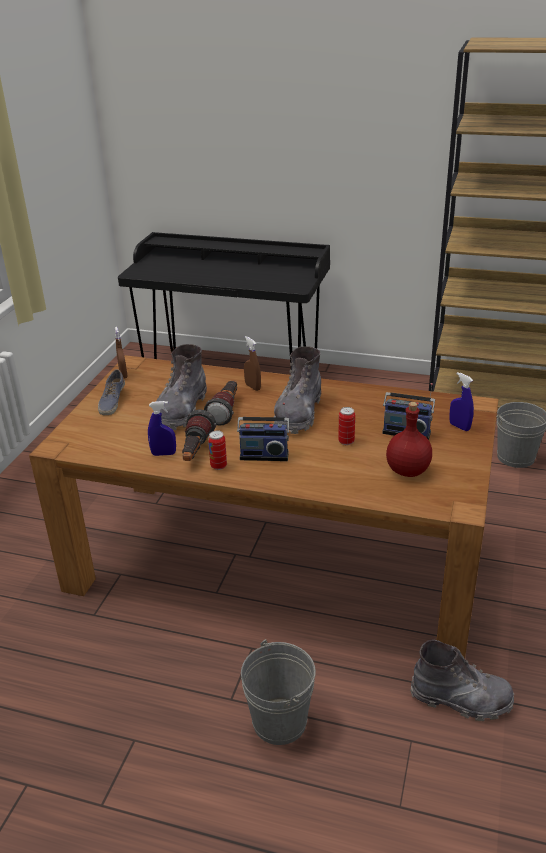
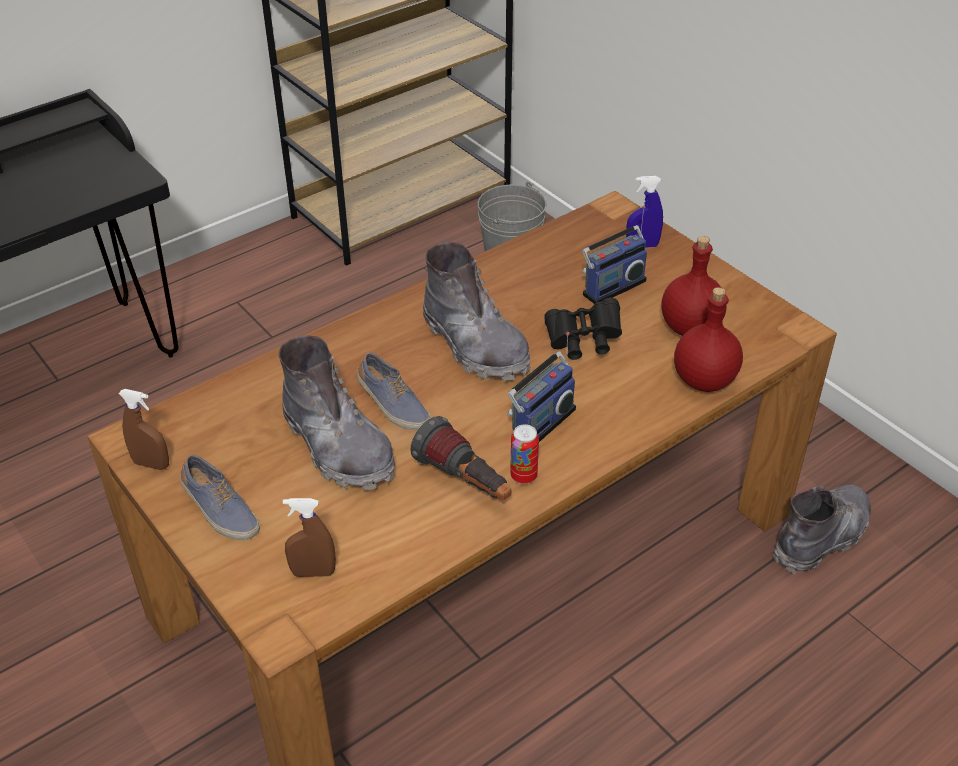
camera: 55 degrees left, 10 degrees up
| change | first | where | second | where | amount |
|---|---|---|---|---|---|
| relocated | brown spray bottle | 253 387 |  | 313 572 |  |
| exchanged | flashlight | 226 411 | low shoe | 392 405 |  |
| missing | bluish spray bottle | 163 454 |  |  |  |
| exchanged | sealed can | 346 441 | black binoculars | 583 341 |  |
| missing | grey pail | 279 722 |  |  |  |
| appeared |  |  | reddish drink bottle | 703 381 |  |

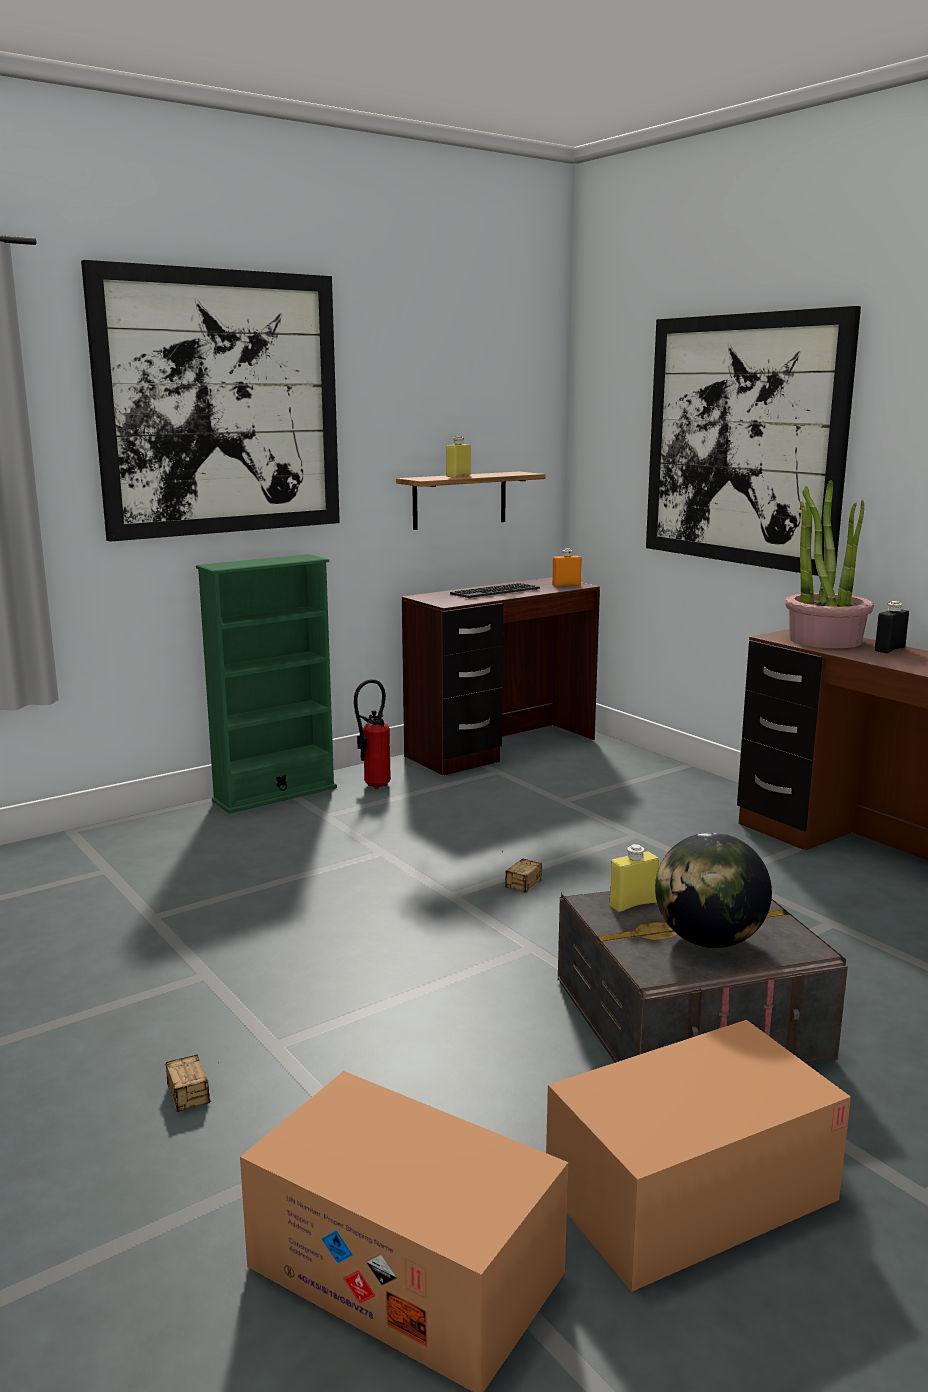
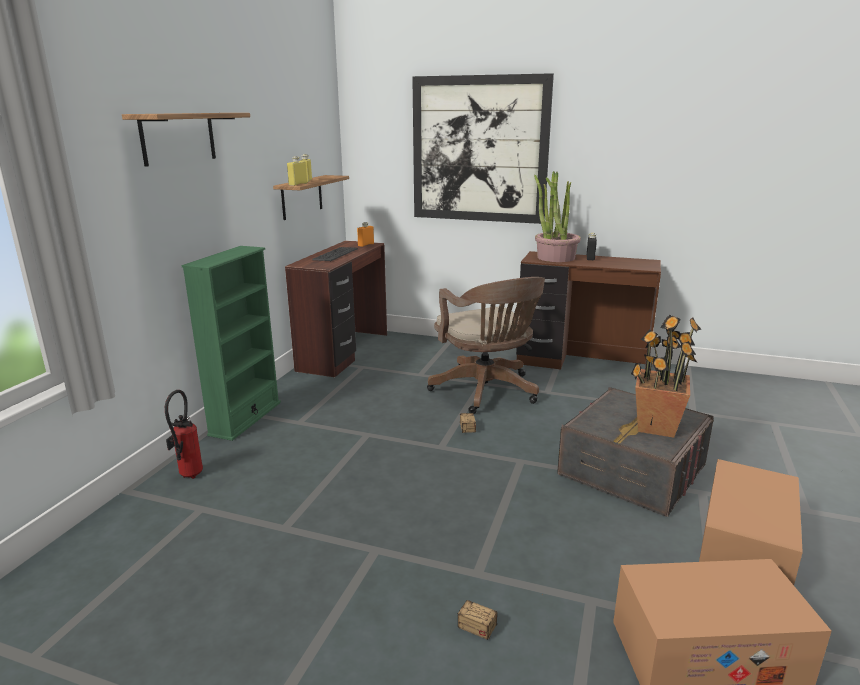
camera: 35 degrees left, 5 degrees up
| change | first | where | second | where | amount |
|---|---|---|---|---|---|
| exchanged | wall picture | 220 404 | shelf | 178 138 |  |
| relocated | extinguisher | 372 786 |  | 188 476 |  |
| exchanged | desk globe | 709 940 | plant in a pot | 656 426 |  |
| relocated | yellowish drink bottle | 633 904 |  | 298 184 |  |
| appeared |  |  | brown office chair | 487 392 |  |

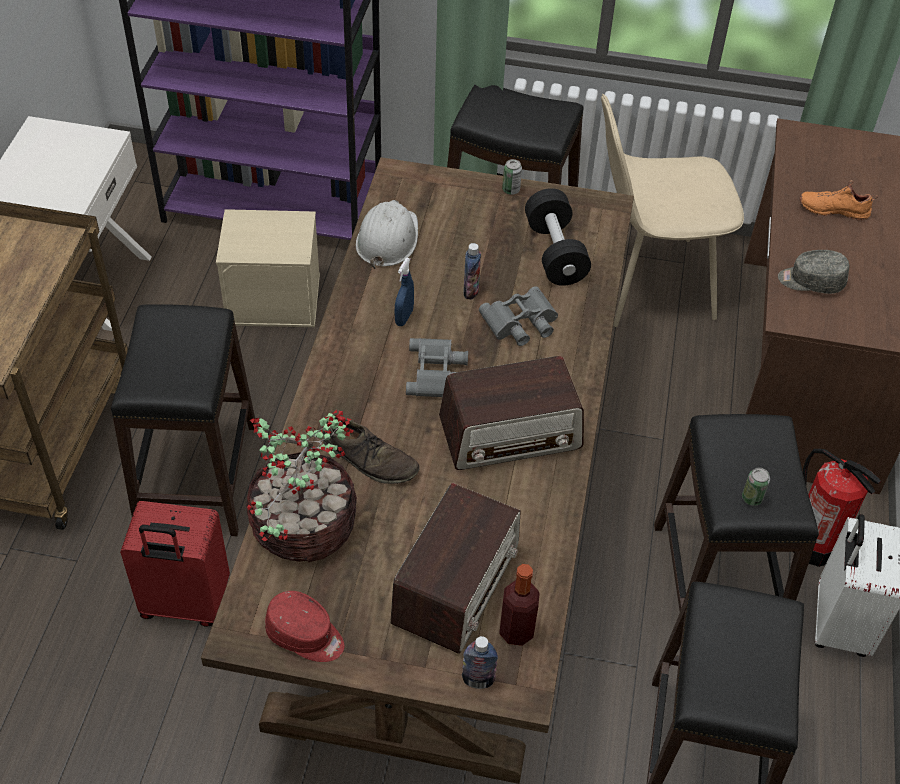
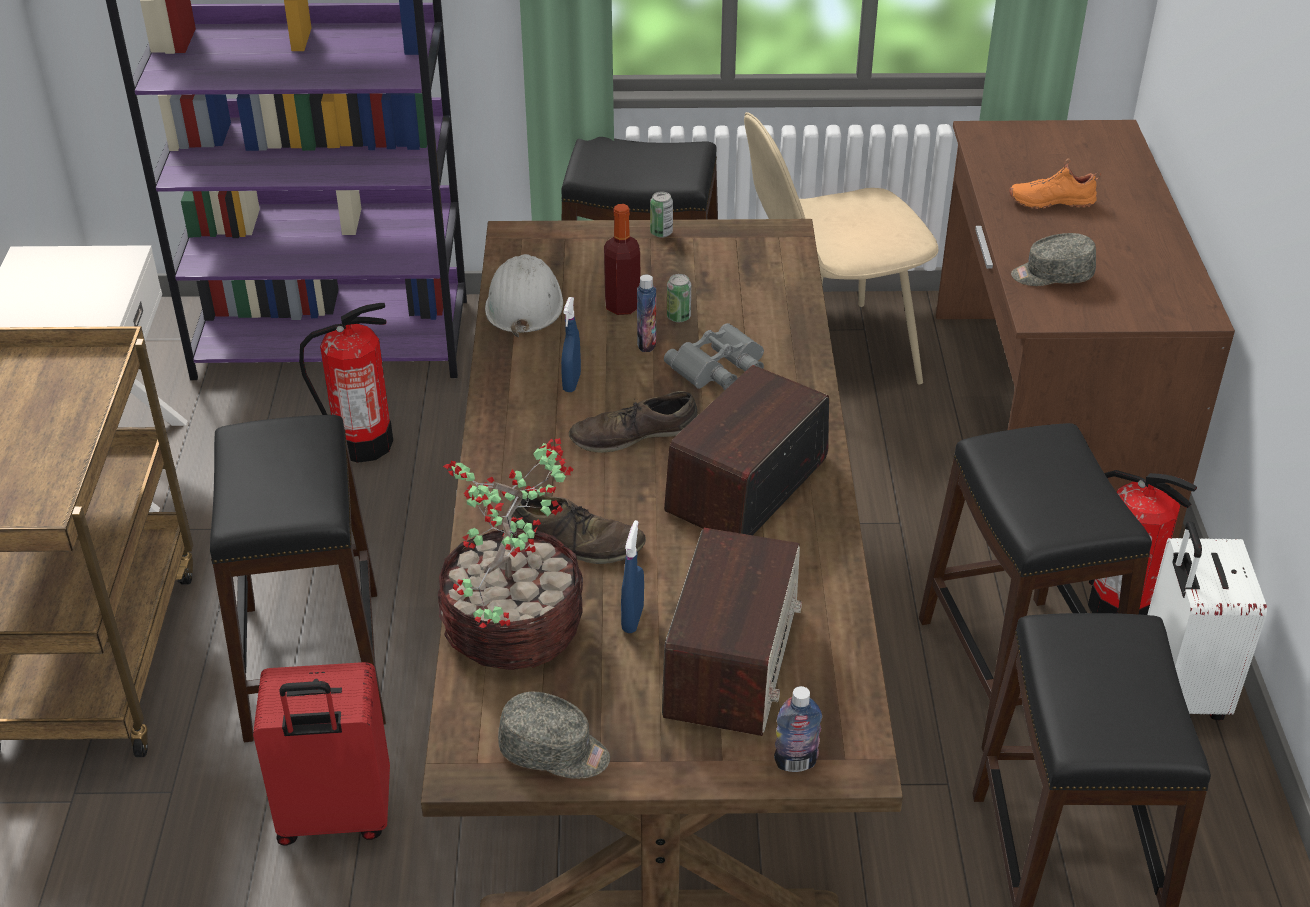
camera: 10 degrees left, 10 degrees down
| change | first | where | second | where | amount |
|---|---|---|---|---|---|
| missing | black hand weight | 555 253 |  |  |  |
| exchanged | beige-coloured storage container | 274 298 | extinguisher | 363 443 |  |
| exchanged | grey binoculars | 438 372 | brown low shoe | 633 434 |  |
| spun | radio set | 511 433 |  | 746 485 | 150 degrees clockwise |
| relocated | sealed can | 752 498 |  | 678 317 |  |
| relocated | drink bottle | 516 631 |  | 622 306 |  |
| colour | reddish peaked cap | 306 635 | grey peaked cap | 554 752 |  |
| appeared |  |  | bluish spray bottle | 632 619 |  |

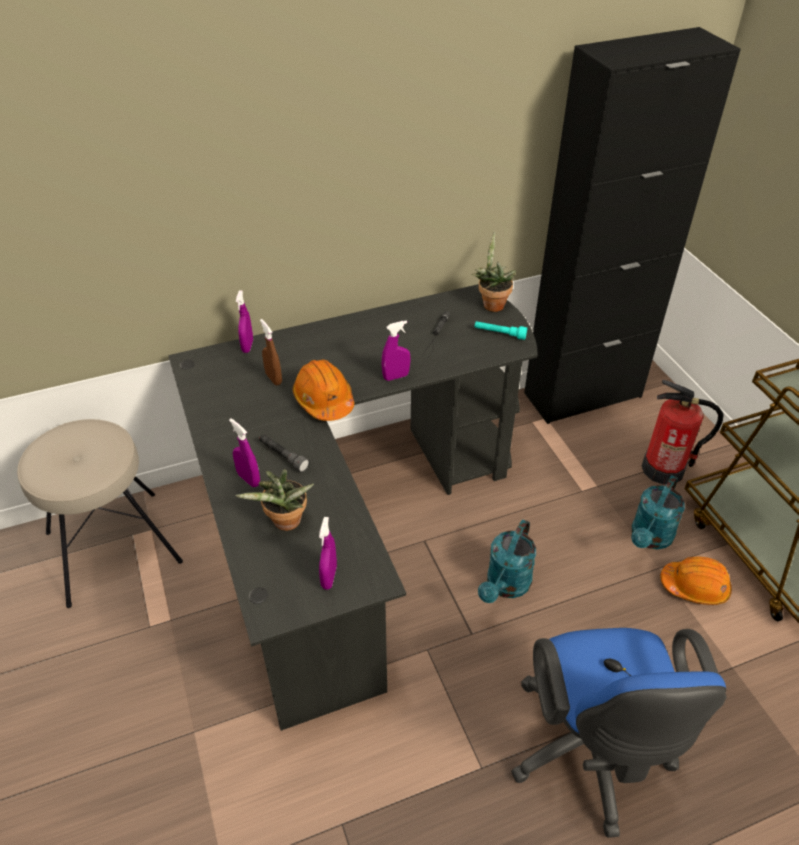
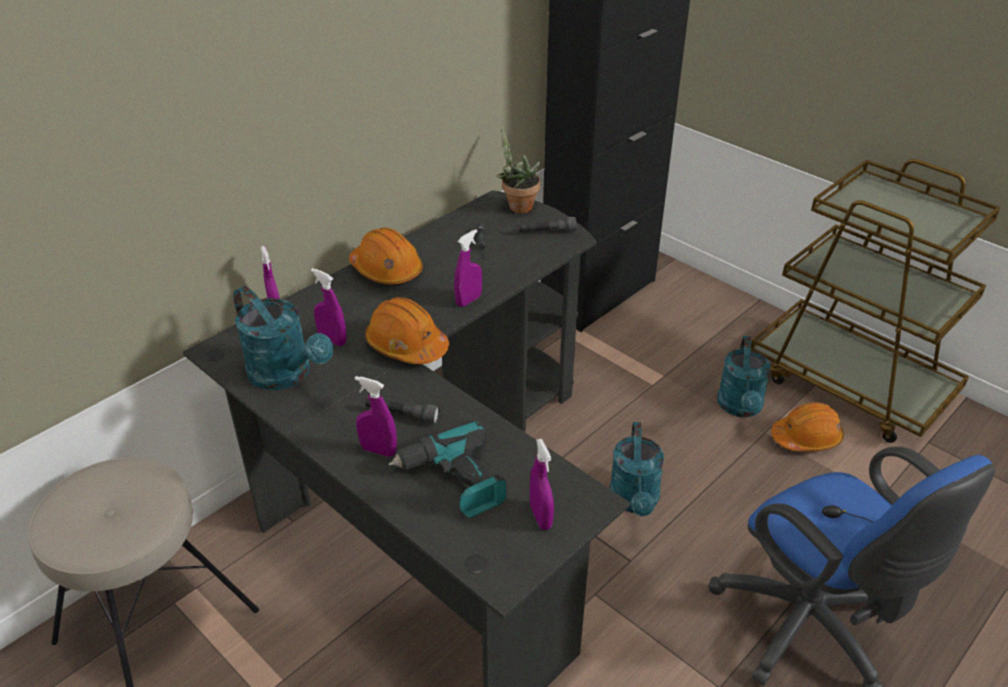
camera: 25 degrees left, 5 degrees down
| change | first | where | second | where | amount |
|---|---|---|---|---|---|
| colour | brown spray bottle | 273 378 | purple-coloured spray bottle | 332 340 |  |
| colour | blue-green flashlight | 499 334 | grey flashlight | 546 232 |  |
| missing | extinguisher | 664 469 |  |  |  |
| exchanged | plant in a pot | 285 524 | power drill | 454 481 |  |
| appeared |  |  | orange safety helmet | 386 270 |  |
| appeared |  |  | blue-green watering can | 287 375 |  |

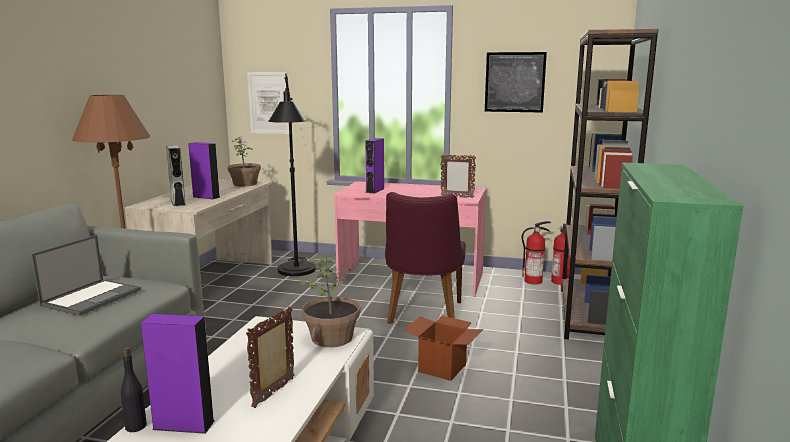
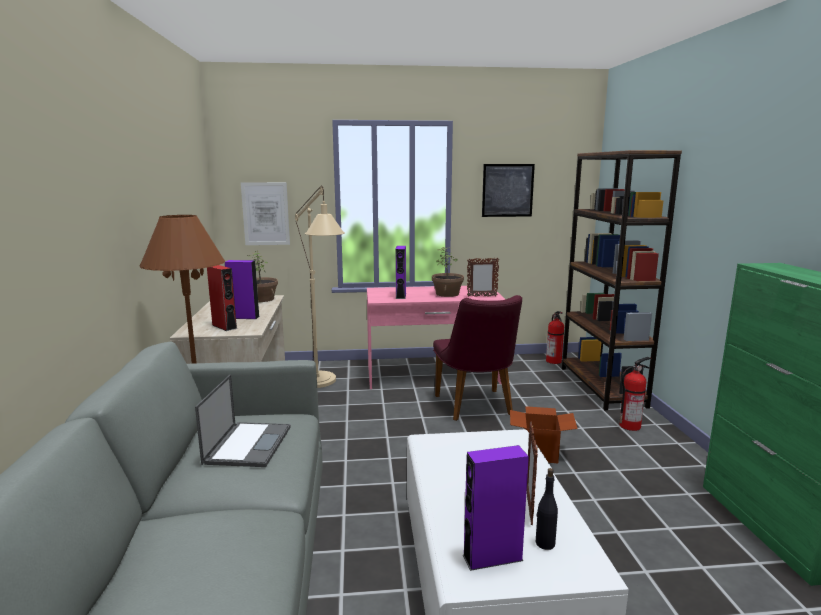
camera: 20 degrees left, 0 degrees up
| change | first | where | second | where | amount |
|---|---|---|---|---|---|
| colour | black standard lamp | 296 273 | beige-coloured standard lamp | 320 384 |  |
| colour | grey audio speaker | 178 203 | reddish audio speaker | 224 326 |  |
| relocated | extinguisher | 533 281 |  | 630 425 |  |
| relocated | plant in a pot | 332 338 |  | 447 294 |  |
| relocated | black drink bottle | 136 426 |  | 545 543 |  |

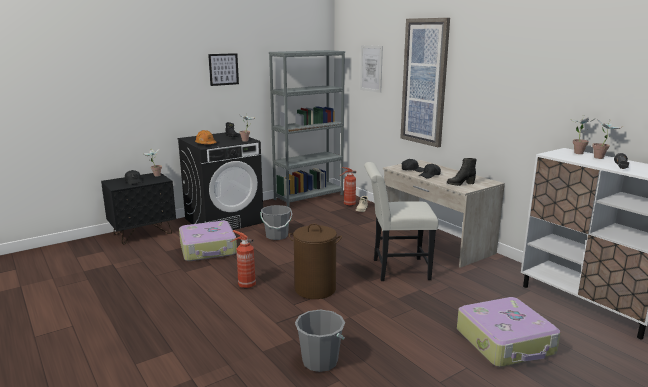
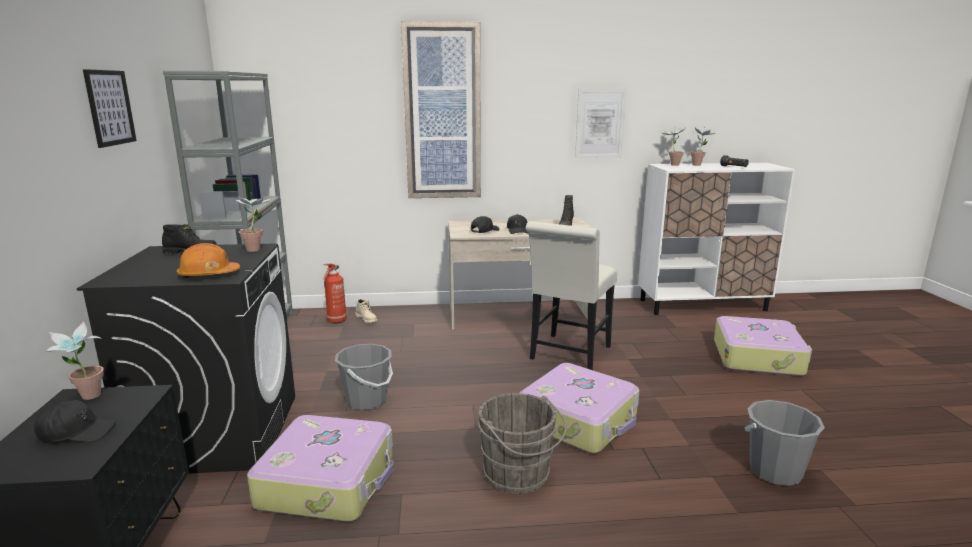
camera: 60 degrees left, 0 degrees up
| change | first | where | second | where | amount |
|---|---|---|---|---|---|
| relocated | wall picture | 371 68 |  | 600 123 |  |
| exchanged | brown washing basket | 315 289 | piece of luggage | 579 420 |  |
| exchanged | extinguisher | 245 285 | grey pail | 519 475 |  |

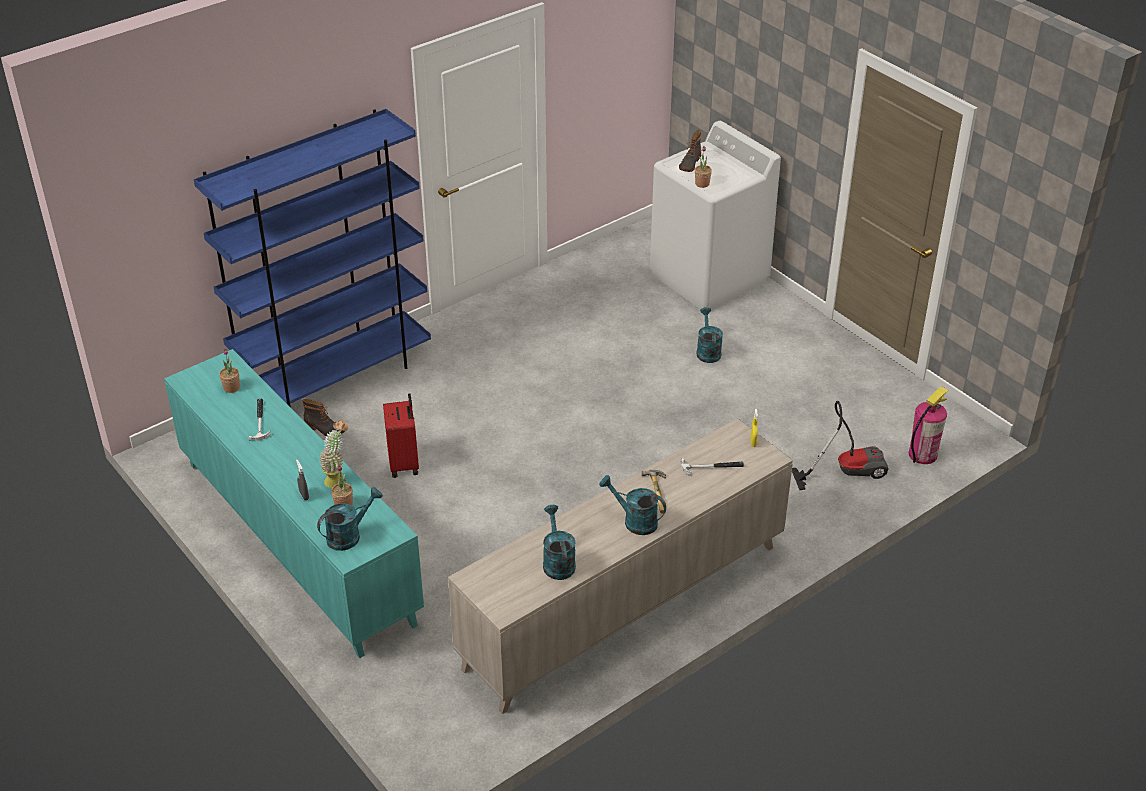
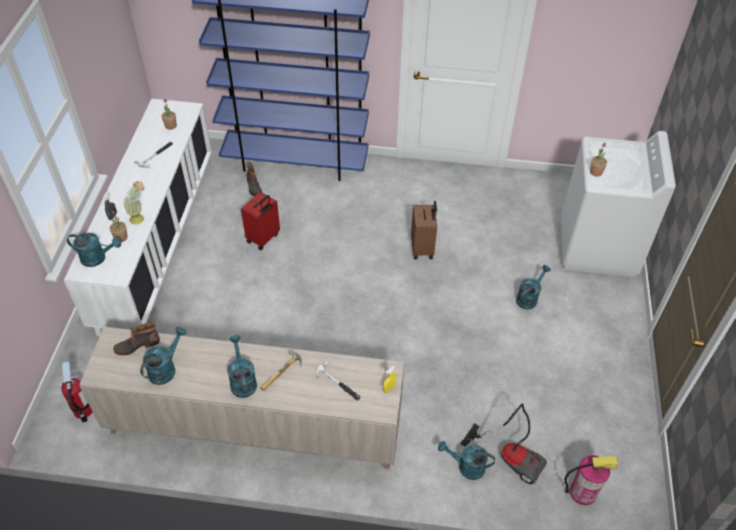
camera: 45 degrees right, 10 degrees up
| change | first | where | second | where | amount |
|---|---|---|---|---|---|
| relocated | high-top boot | 689 163 |  | 137 345 |  |
| colour | blue-green cabinet | 297 542 | white cabinet | 157 243 |  |
| appeared |  |  | brown piece of luggage | 423 248 |  |
| appeared |  |  | extinguisher | 83 410 |  |
| appeared |  |  | blue-green watering can | 466 467 |  |

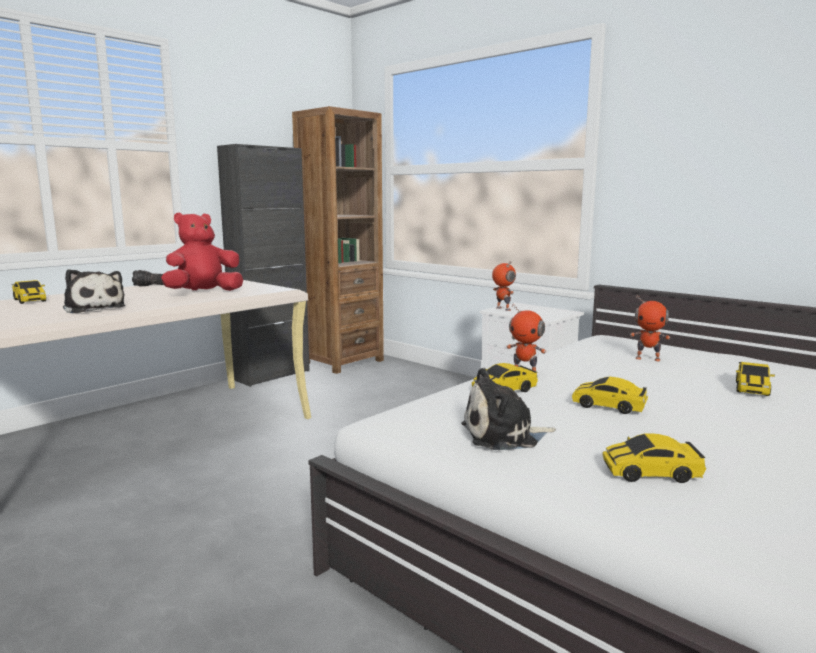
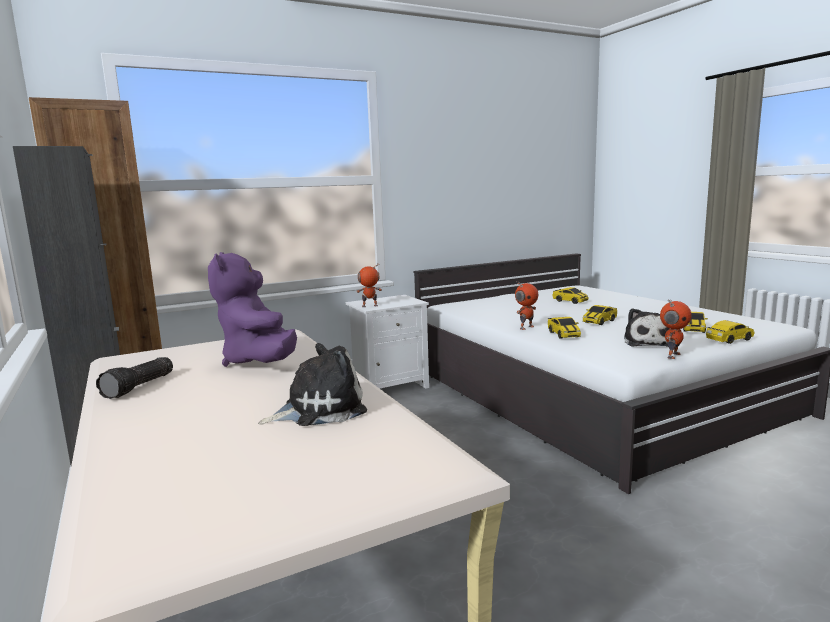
camera: 70 degrees left, 0 degrees up
| change | first | where | second | where | amount |
|---|---|---|---|---|---|
| colour | reddish plush toy | 203 293 | purple-coloured plush toy | 259 362 |  |
| relocated | miniature car | 30 300 |  | 729 339 |  |
| relocated | toy robot | 648 359 |  | 672 355 |  |

